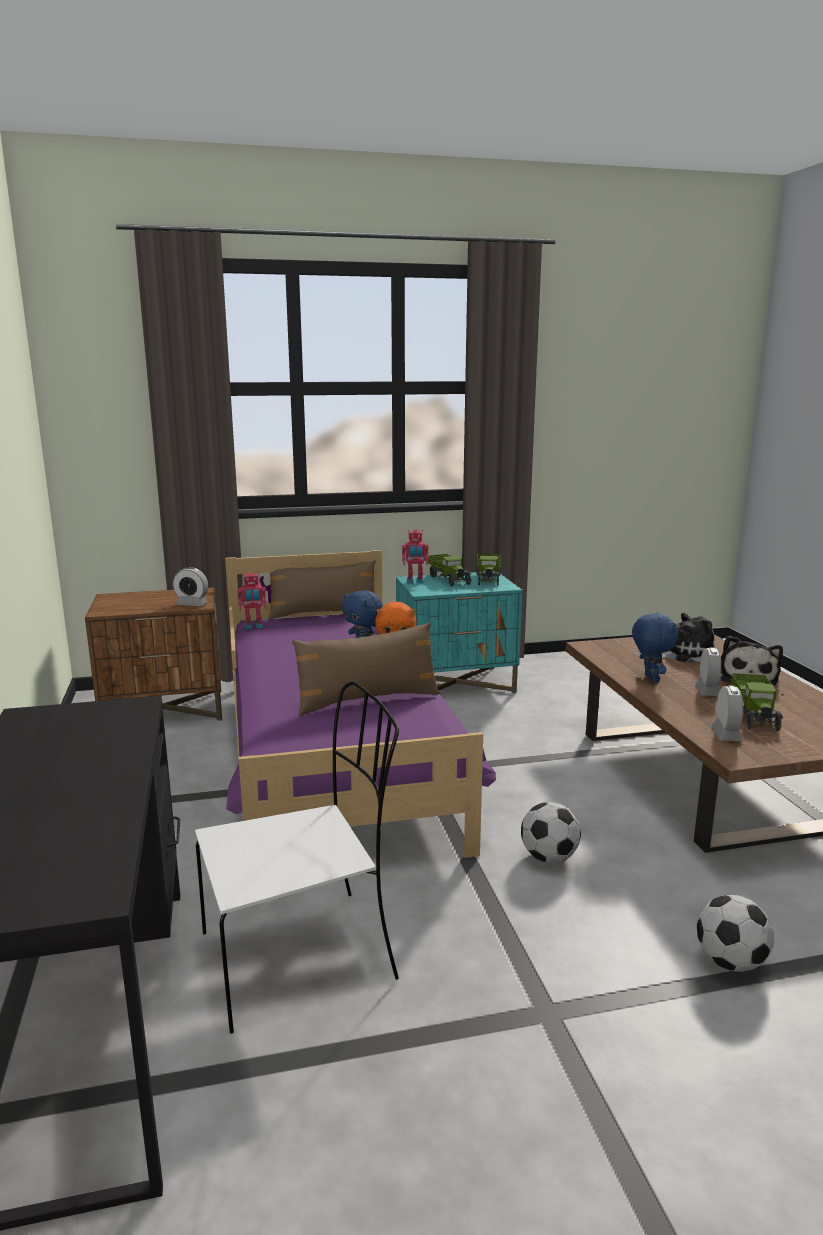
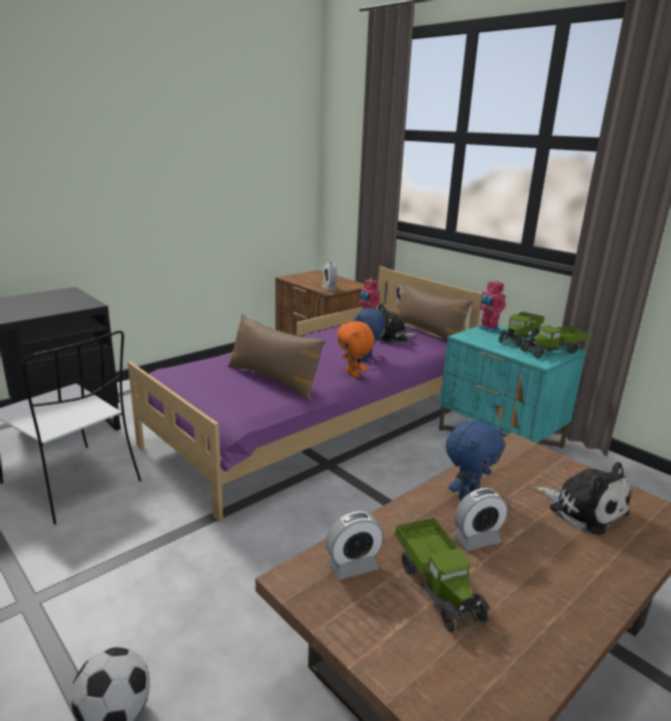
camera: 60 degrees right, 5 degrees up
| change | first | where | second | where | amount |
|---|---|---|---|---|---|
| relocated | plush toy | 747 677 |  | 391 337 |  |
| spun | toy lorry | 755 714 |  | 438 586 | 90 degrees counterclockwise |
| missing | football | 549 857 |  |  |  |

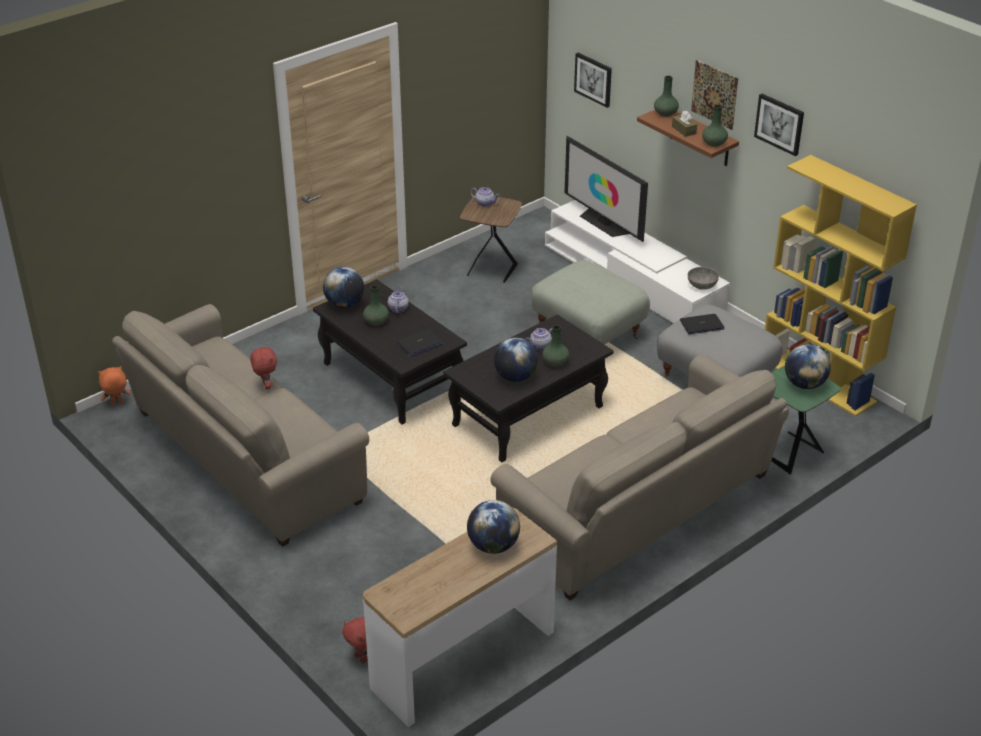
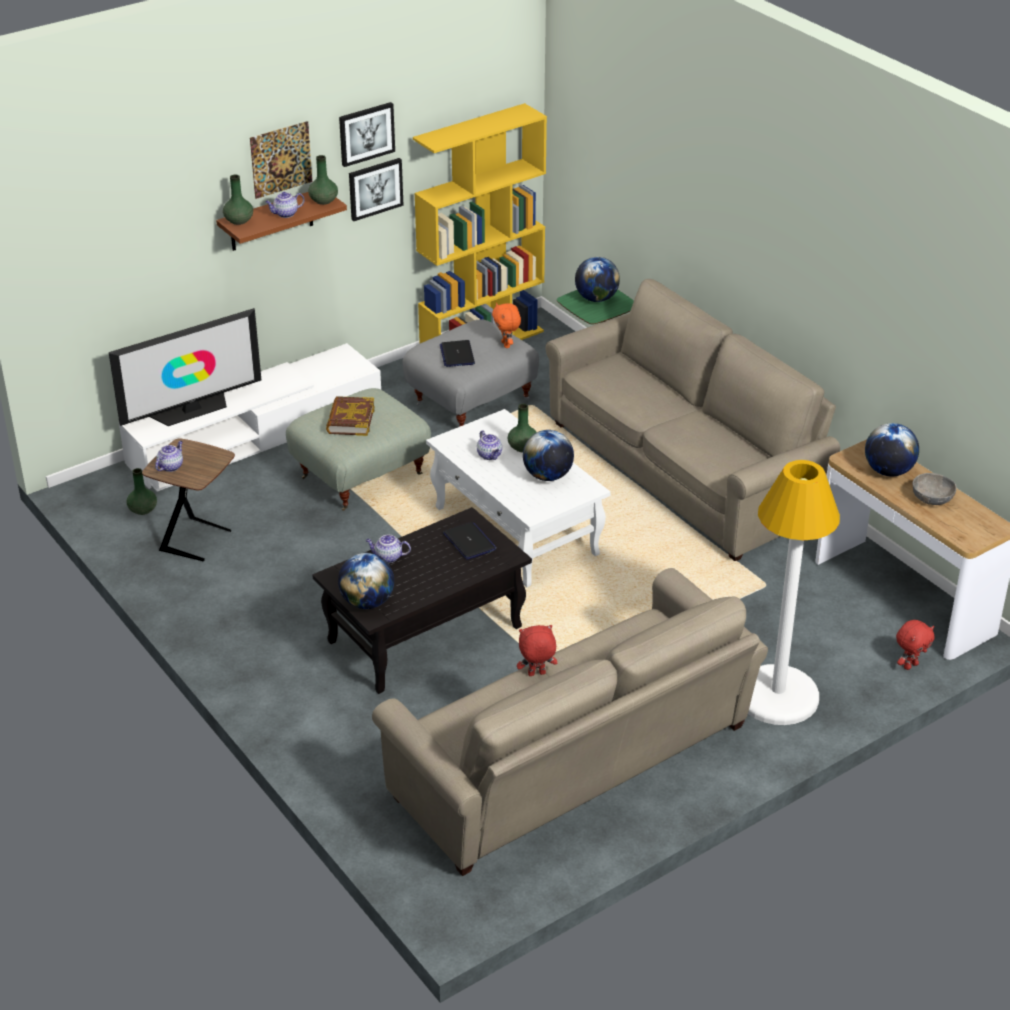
camera: 85 degrees left, 0 degrees up
| change | first | where | second | where | amount |
|---|---|---|---|---|---|
| relocated | wall picture | 593 79 |  | 375 188 |  |
| exchanged | brown tissue holder | 684 130 | tea pot | 285 214 |  |
| relocated | grey bowl | 701 285 |  | 932 499 |  |
| relocated | green-coloured vase | 376 322 |  | 143 510 |  |
| colour | black low table | 527 417 | white low table | 517 532 |  |
| relocated | orange plush toy | 116 403 |  | 506 345 |  |
| appeared |  |  | book | 350 420 |  |
| appeared |  |  | white standard lamp | 777 696 |  |

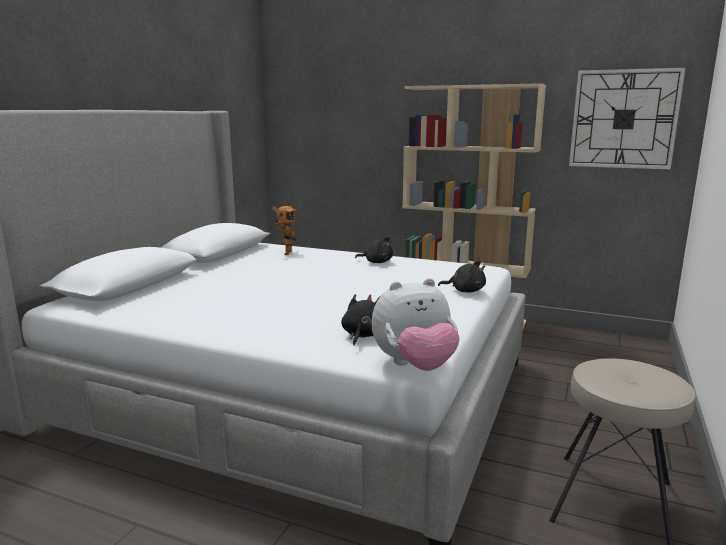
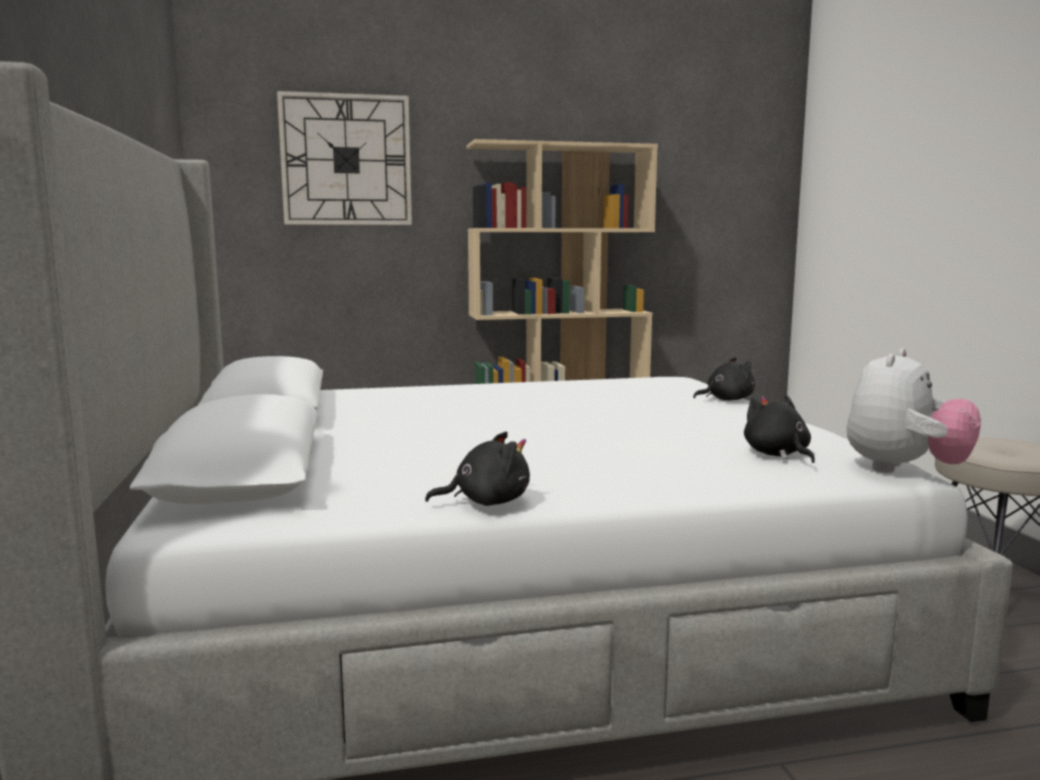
camera: 35 degrees left, 5 degrees down
| change | first | where | second | where | amount |
|---|---|---|---|---|---|
| relocated | clock on the wall | 623 119 |  | 346 160 |  |
| missing | toy robot | 285 253 |  |  |  |
| relocated | black plush toy | 376 262 |  | 486 502 |  |

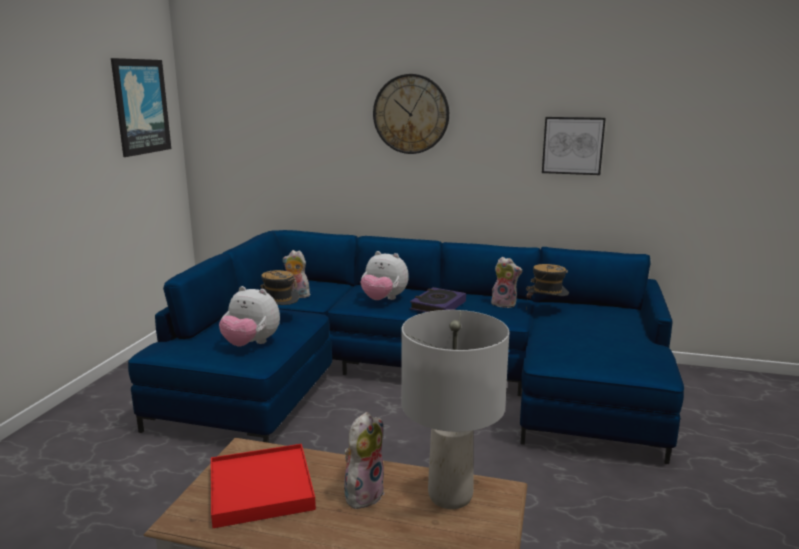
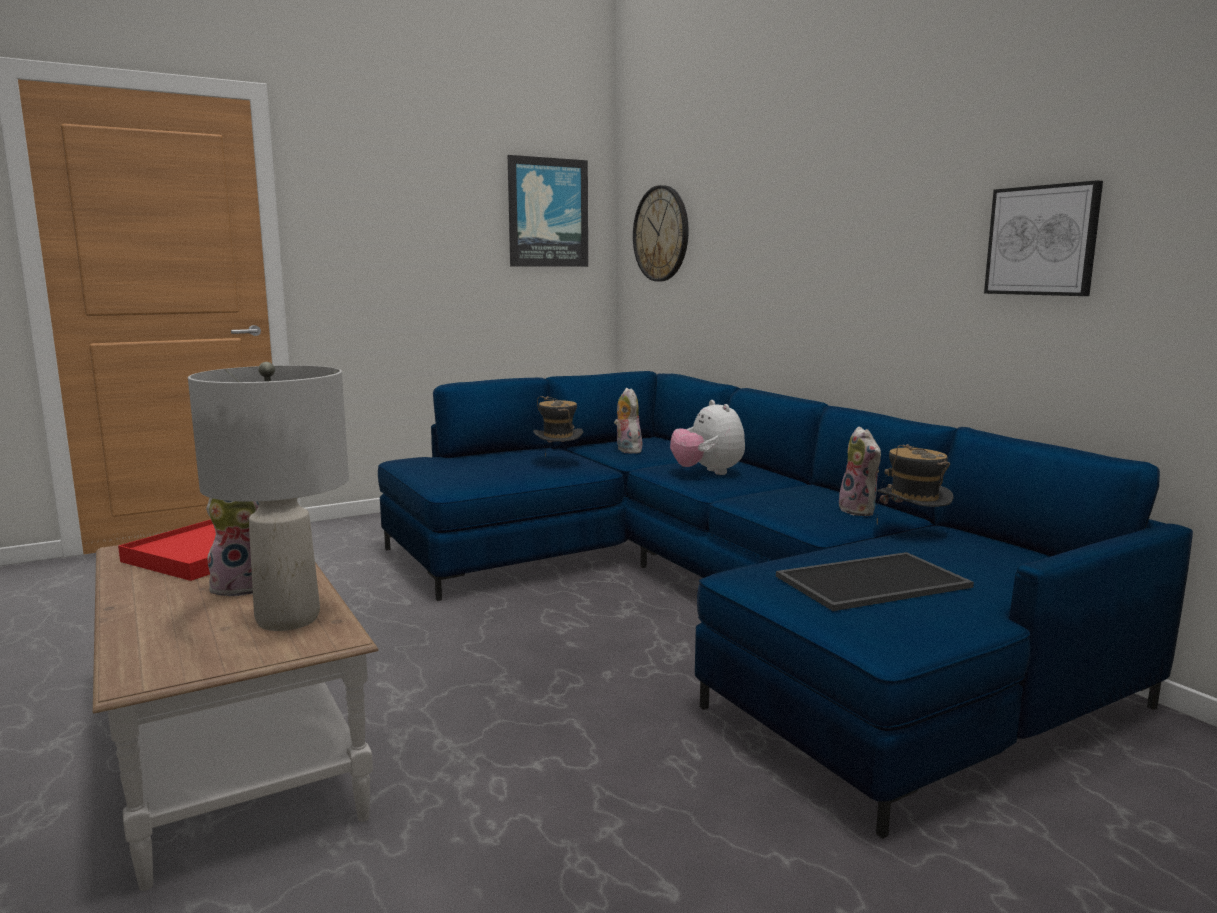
camera: 45 degrees right, 5 degrees down
| change | first | where | second | where | amount |
|---|---|---|---|---|---|
| relocated | clock on the wall | 411 114 |  | 661 234 |  |
| missing | plush toy | 251 344 |  |  |  |
| missing | book | 438 305 |  |  |  |
| appeared |  |  | carrying tray | 873 583 |  |

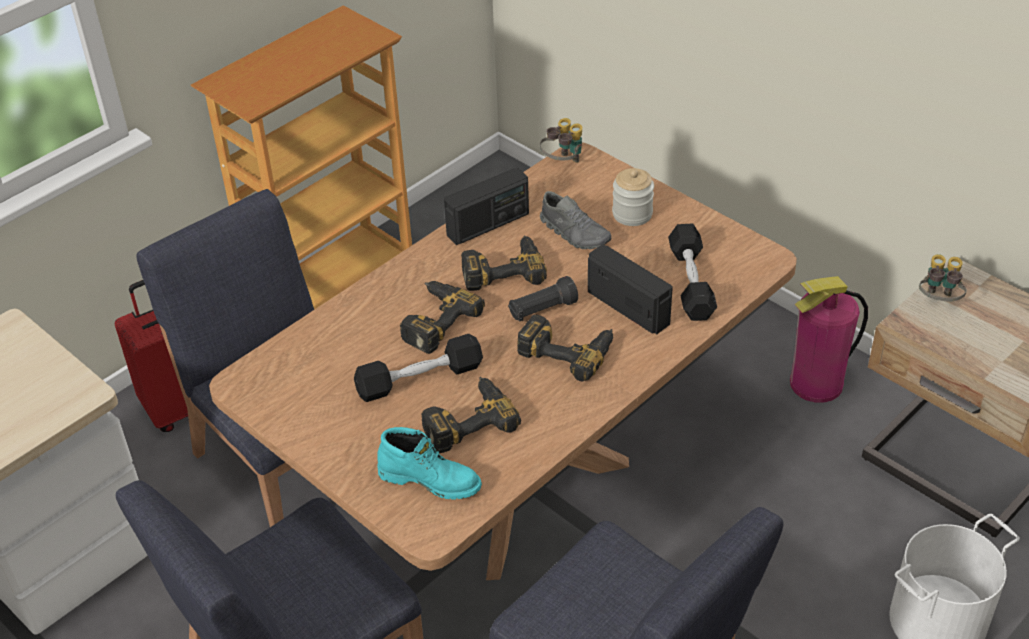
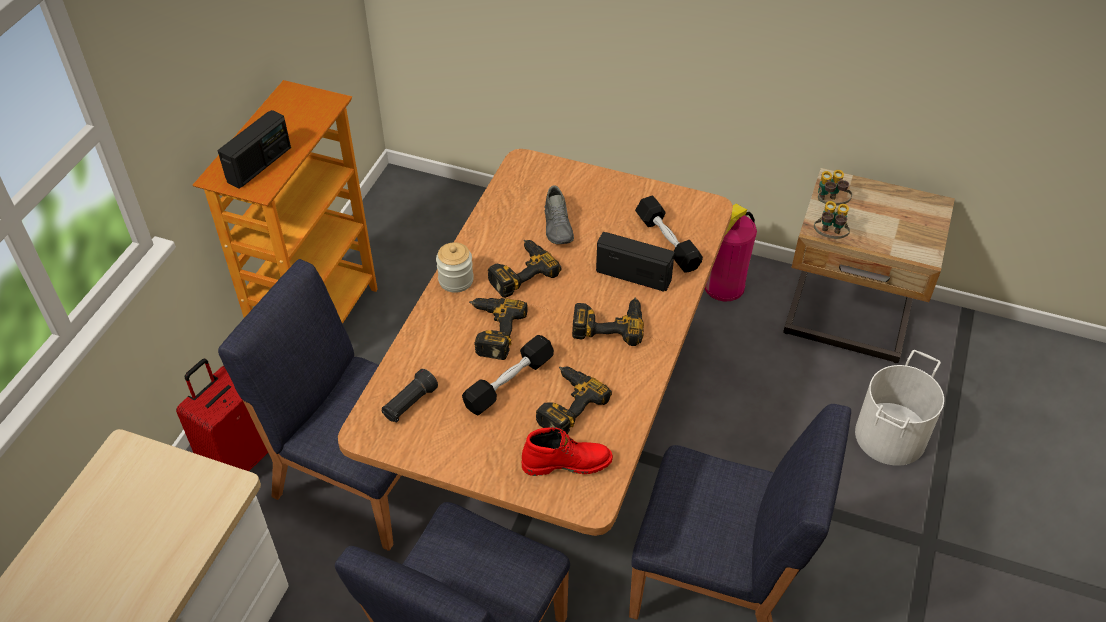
camera: 25 degrees left, 5 degrees up
| change | first | where | second | where | amount |
|---|---|---|---|---|---|
| relocated | binoculars | 563 163 |  | 829 237 |  |
| relocated | radio set | 488 224 |  | 260 165 |  |
| relocated | preserve jar | 632 214 |  | 456 280 |  |
| spun | grey low shoe | 575 233 |  | 558 226 | 60 degrees clockwise |
| relocated | black flashlight | 542 310 |  | 409 404 |  |
| colour | blue-green high-top boot | 431 480 | reddish high-top boot | 567 462 |  |

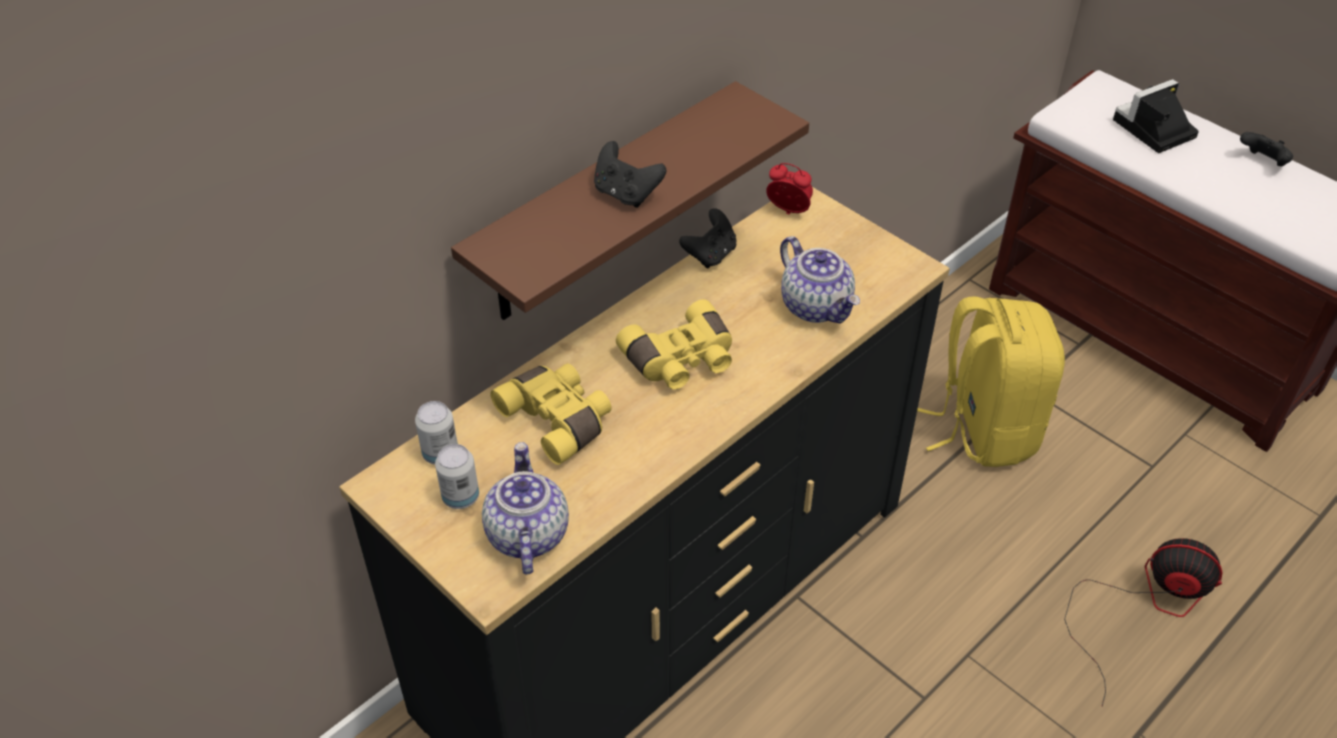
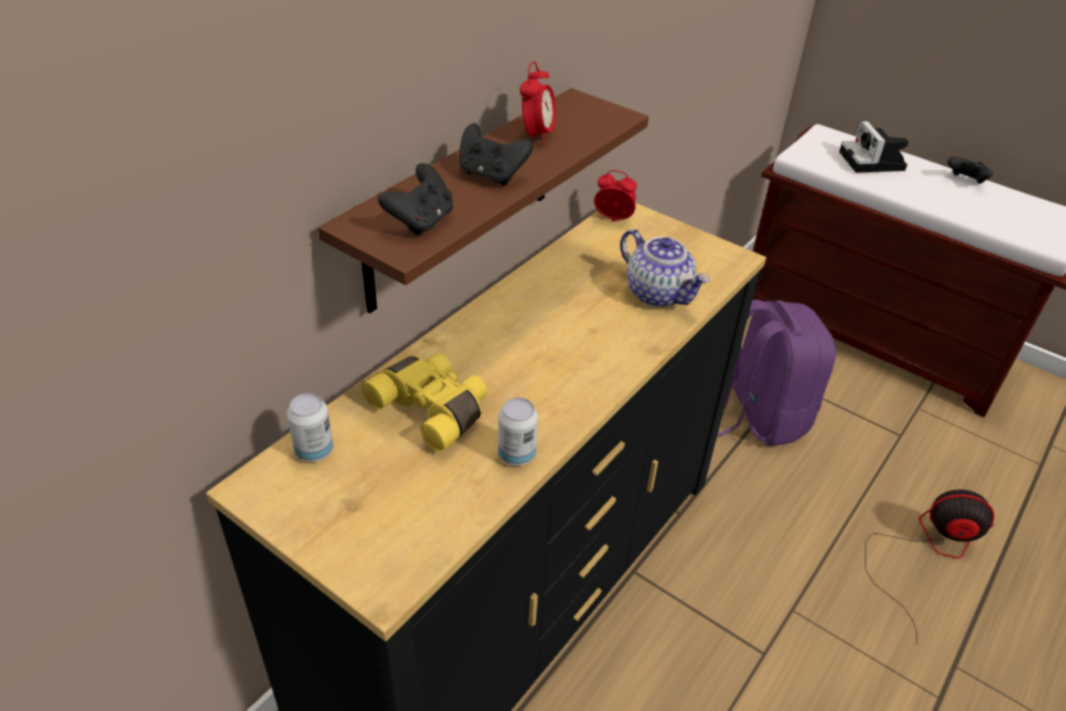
camera: 10 degrees left, 5 degrees down
| change | first | where | second | where | amount |
|---|---|---|---|---|---|
| spun | photo camera | 1152 130 |  | 873 162 | 60 degrees counterclockwise |
| relocated | black gamepad | 710 255 |  | 421 221 |  |
| colour | yellowish rucksack | 983 428 | purple-coloured rucksack | 759 415 |  |
| missing | yellowish binoculars | 681 361 |  |  |  |
| missing | tea pot | 526 534 |  |  |  |
| relocated | sealed can | 461 497 |  | 516 455 |  |
| appeared |  |  | bedside clock | 537 136 |  |

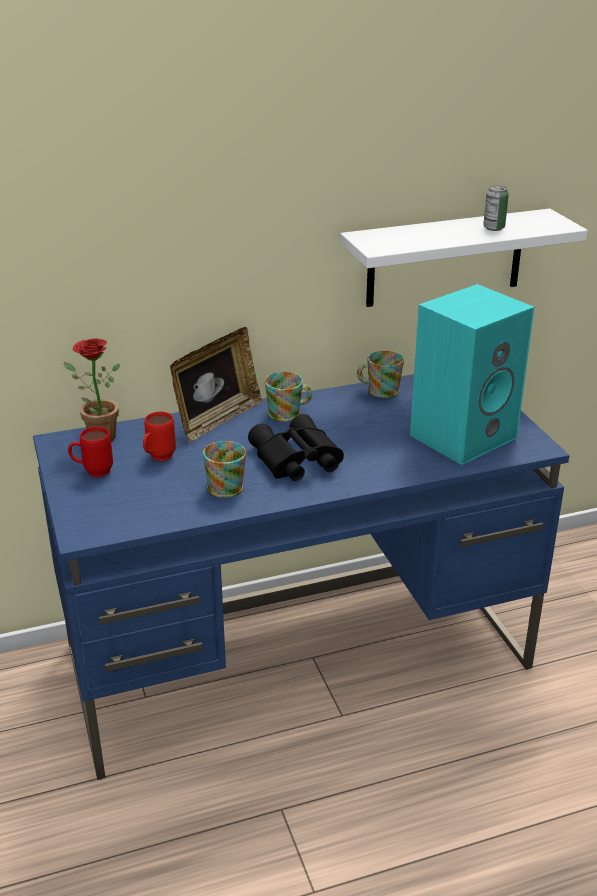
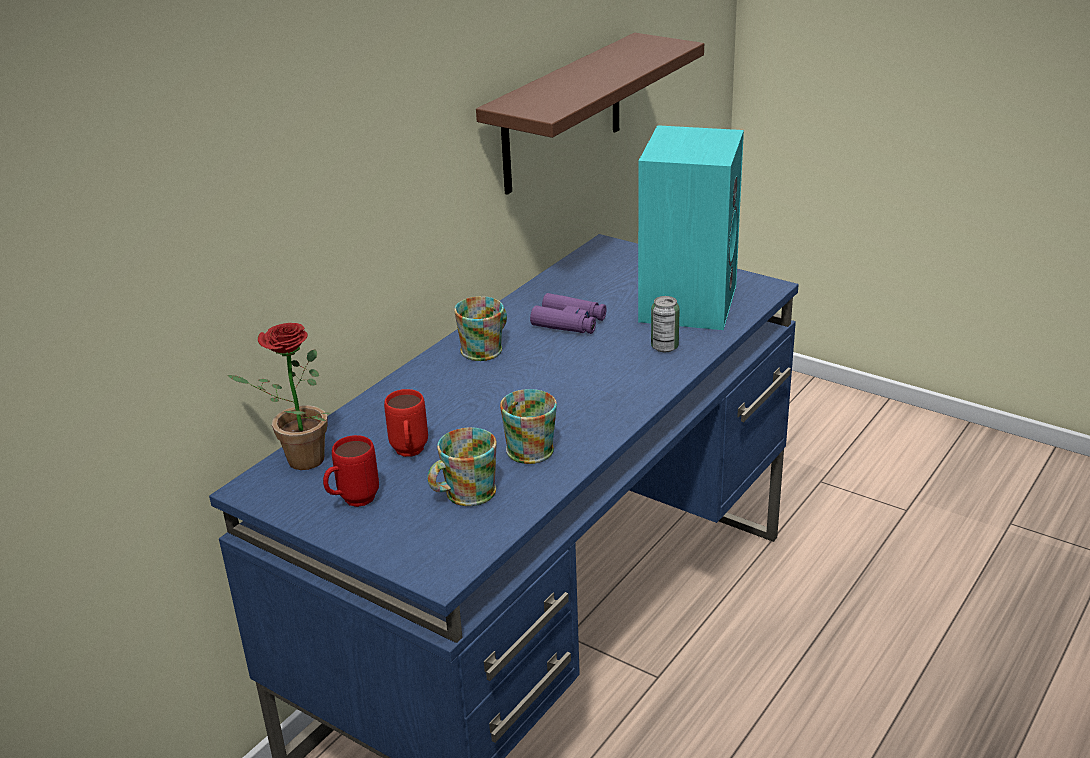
camera: 35 degrees left, 0 degrees up
| change | first | where | second | where | amount |
|---|---|---|---|---|---|
| relocated | sealed can | 493 228 |  | 664 347 |  |
| colour | white shelf | 445 258 | brown shelf | 562 114 |  |
| missing | picture frame | 217 419 |  |  |  |
| relocated | mug | 379 390 |  | 463 494 |  |
| missing | black binoculars | 295 460 |  |  |  |
| appeared |  |  | purple-coloured binoculars | 569 322 |  |

